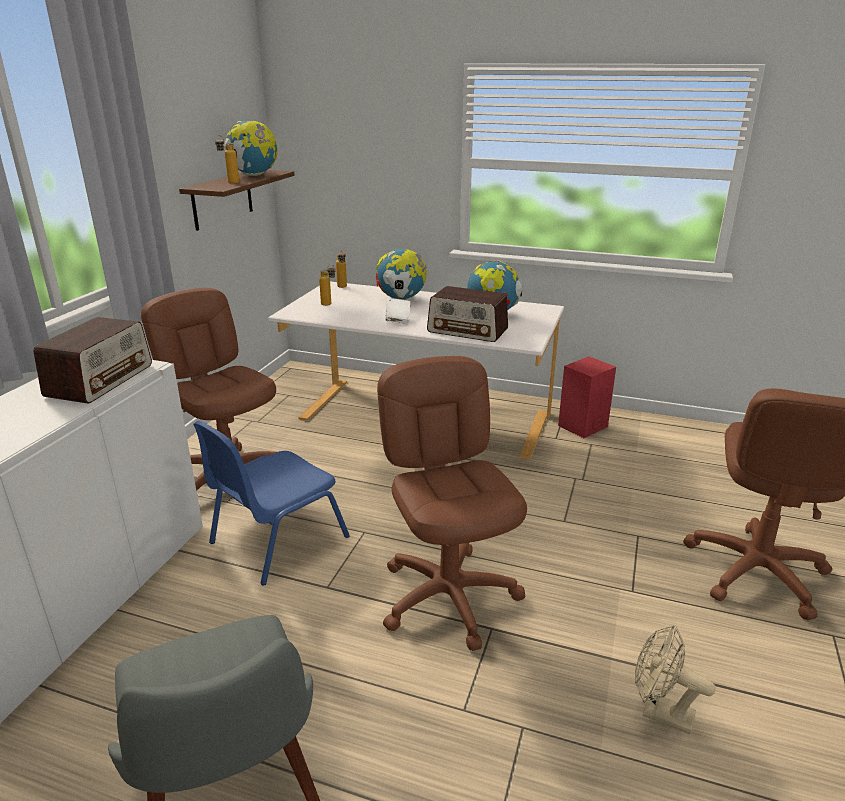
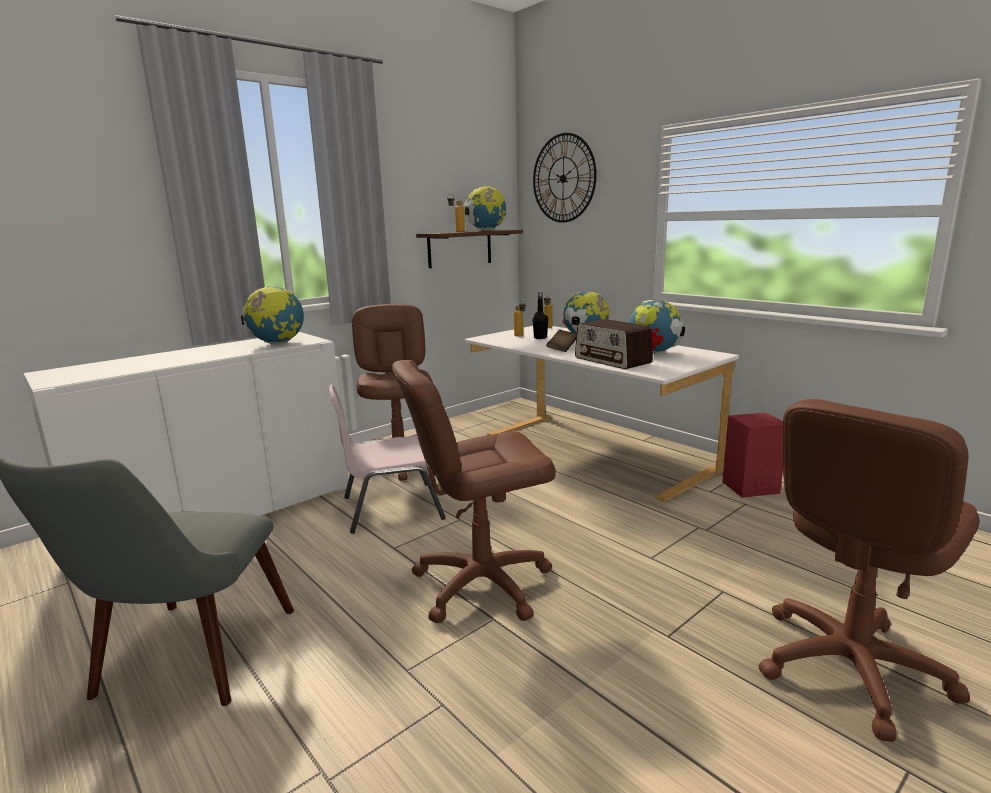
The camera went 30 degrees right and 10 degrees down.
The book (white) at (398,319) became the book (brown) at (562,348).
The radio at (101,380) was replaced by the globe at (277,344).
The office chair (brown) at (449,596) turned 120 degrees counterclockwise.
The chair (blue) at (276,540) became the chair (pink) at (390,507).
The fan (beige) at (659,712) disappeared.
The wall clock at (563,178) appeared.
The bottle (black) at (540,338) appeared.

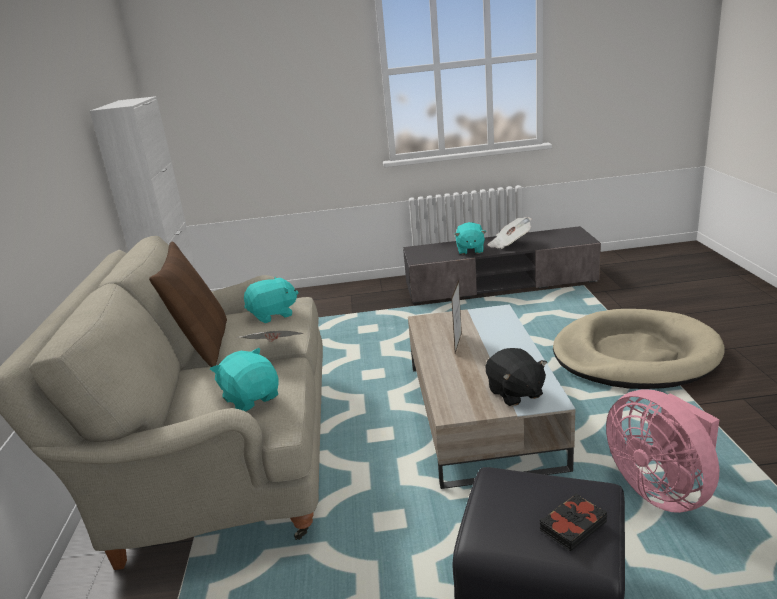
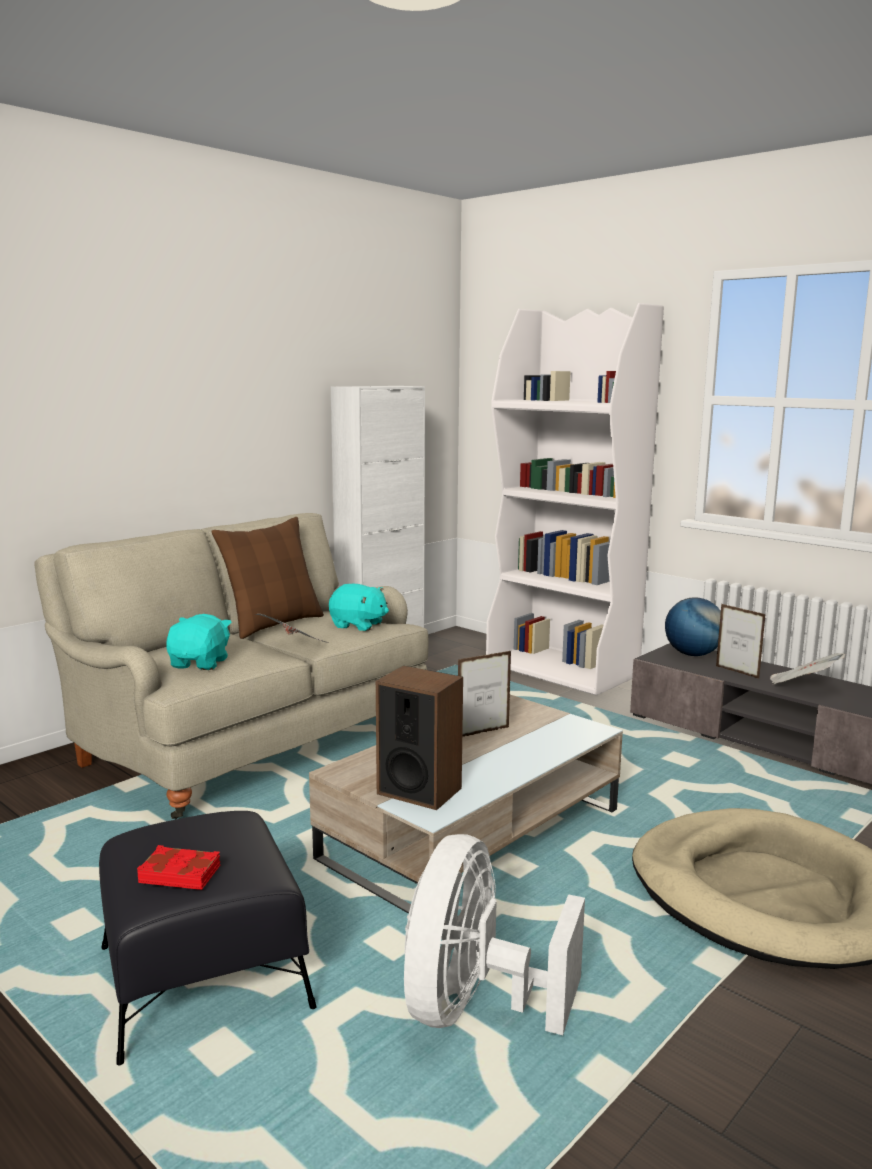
The camera went 45 degrees right and 10 degrees down.
The plush toy (turquoise) at (470,250) was replaced by the picture frame at (737,672).
The plush toy (black) at (515,393) was replaced by the speaker at (419,790).
The fan (pink) at (661,490) became the fan (white) at (475,1007).
The book (black) at (572,526) became the book (red) at (180,874).
The bookcase (white) at (563,669) appeared.
The globe at (692,654) appeared.

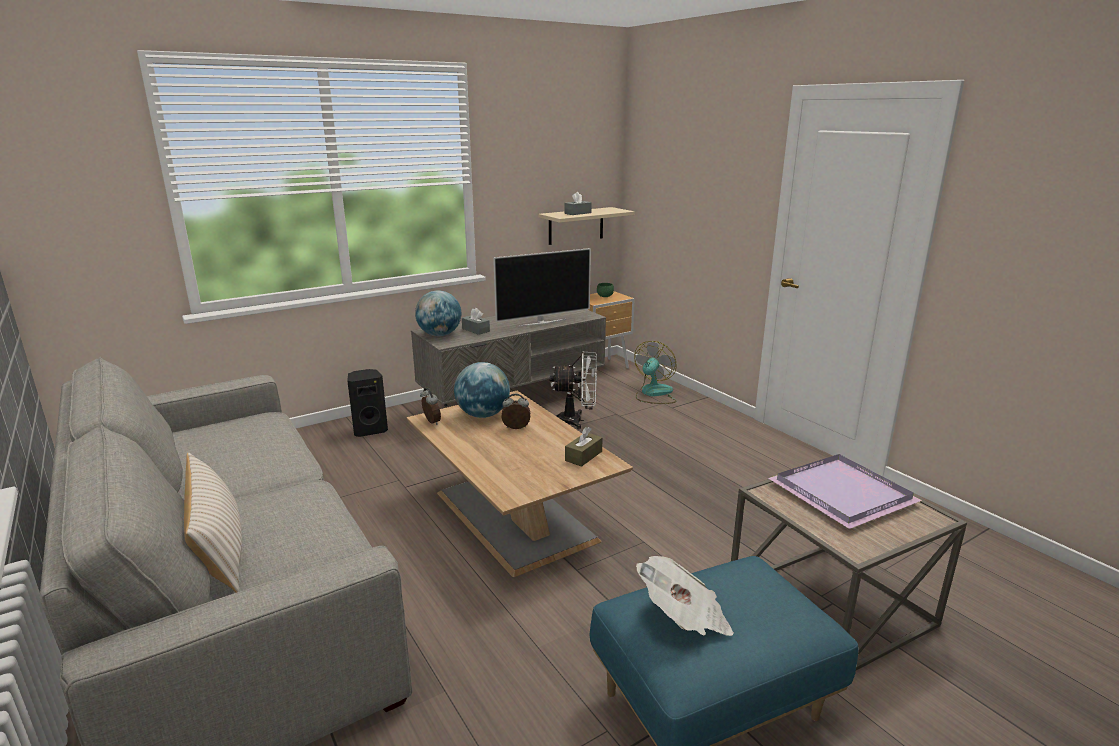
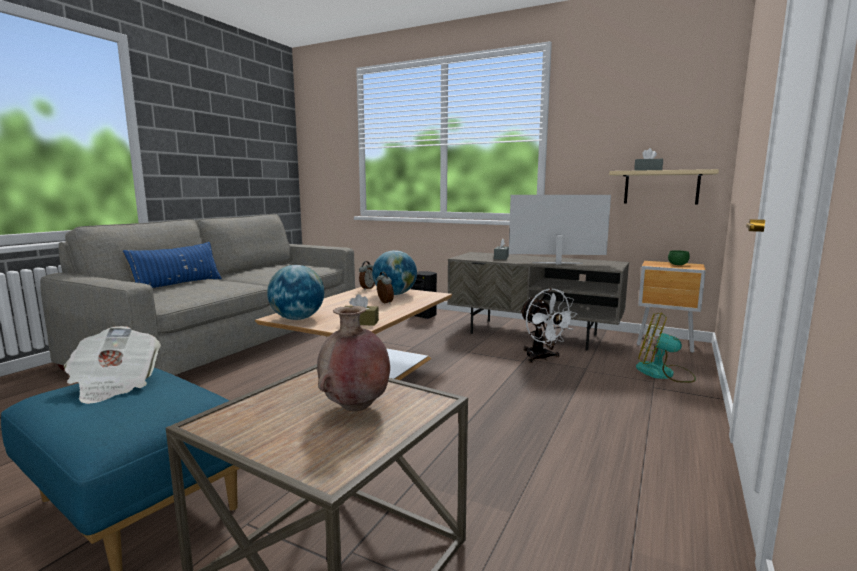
The camera went 60 degrees right and 10 degrees down.
The television at (542,322) turned 150 degrees clockwise.
The globe moved from (439,335) to (297,319).
The fan at (653,394) turned 150 degrees counterclockwise.
The pillow (beige) at (219,548) became the pillow (blue) at (178,285).
The tray (purple) at (845,493) was replaced by the vase (brown) at (355,407).

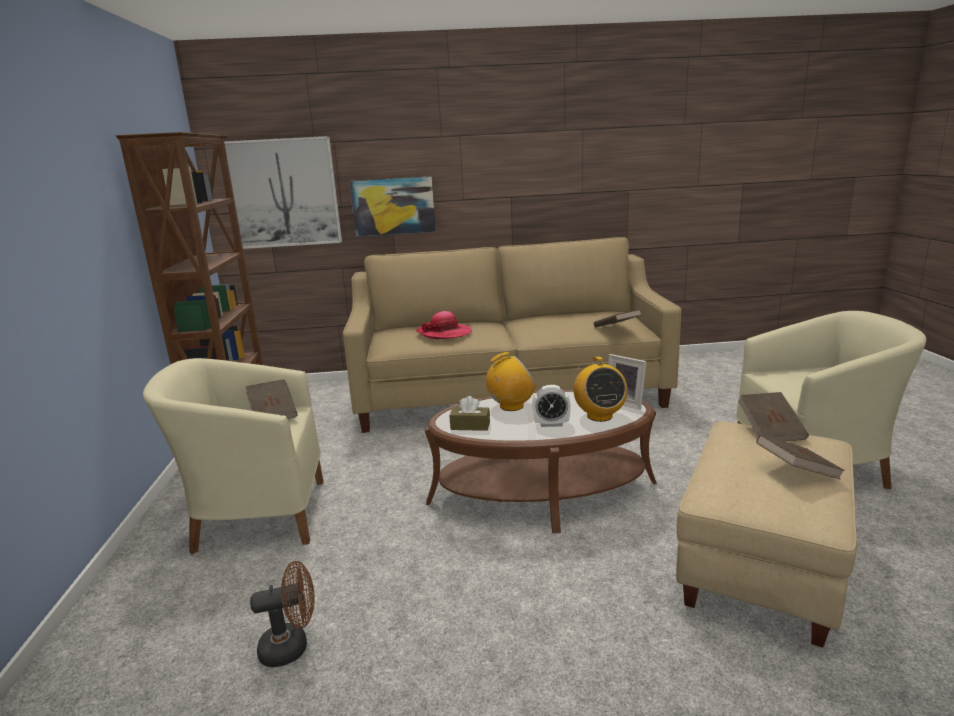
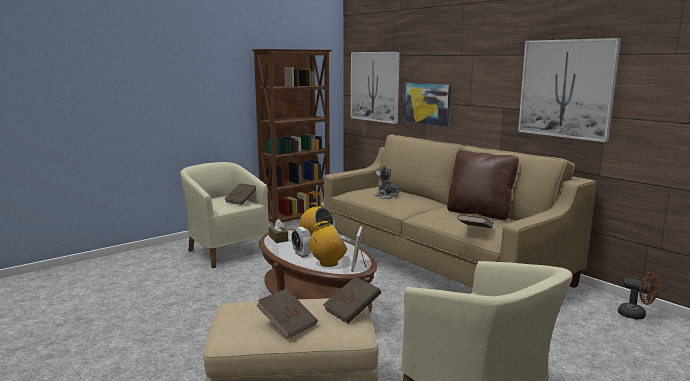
The camera went 55 degrees right and 5 degrees down.
The hat at (444,333) was replaced by the plush toy at (387,196).
The radio at (599,416) turned 150 degrees counterclockwise.
The fan (brown) moved from (292,646) to (636,315).
The picture at (566,89) appeared.
The pillow (brown) at (479,213) appeared.

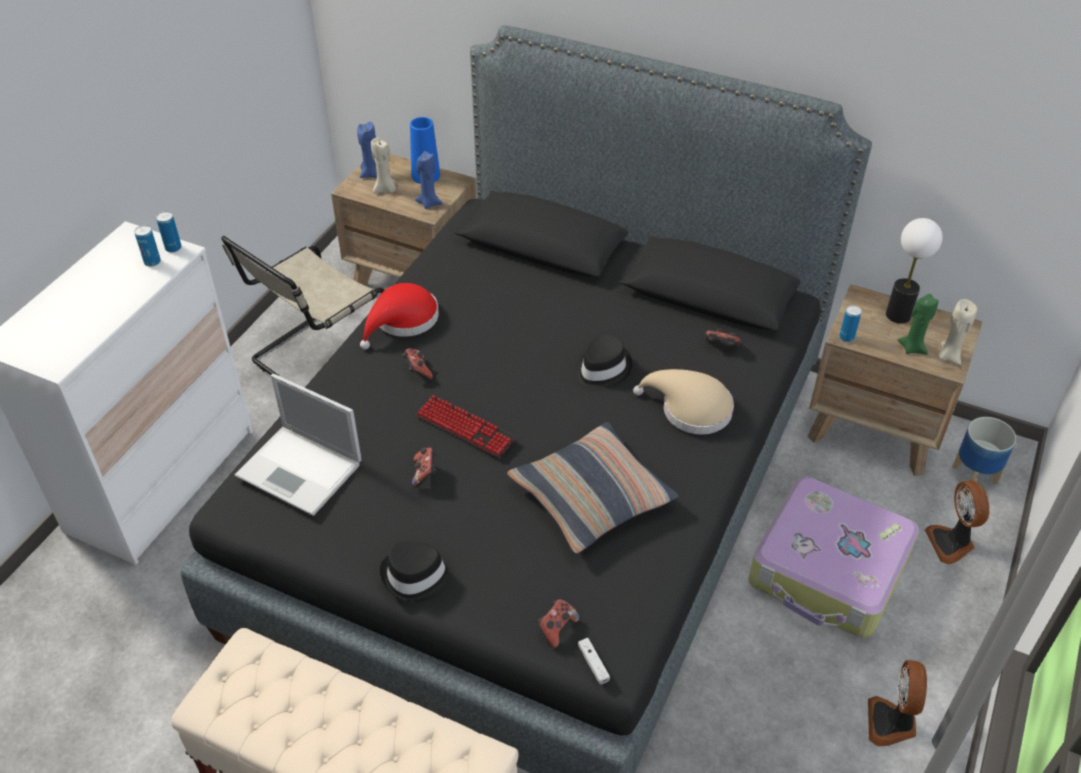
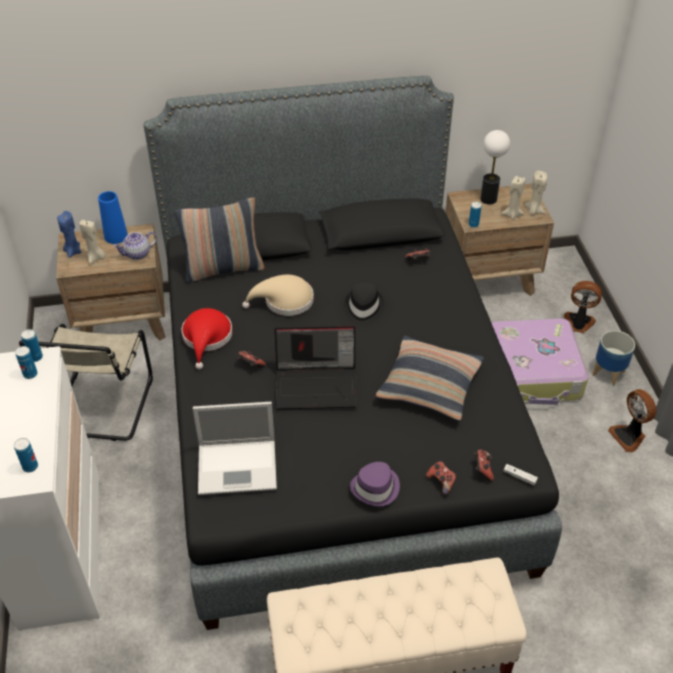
The camera went 35 degrees left and 0 degrees up.
The candle (blue) at (429,203) was replaced by the teapot at (137,254).
The candle (green) at (912,348) became the candle (beige) at (512,214).
The hat (beige) moved from (690,409) to (284,301).
The keyboard at (465,427) was replaced by the laptop at (317,384).
The planter moved from (974,474) to (607,373).
The game controller moved from (425,473) to (441,482).
The fan at (951,543) turned 150 degrees clockwise.
The hat (black) at (417,577) became the hat (purple) at (376,488).
The pillow at (223,268) appeared.
The can at (30,467) appeared.

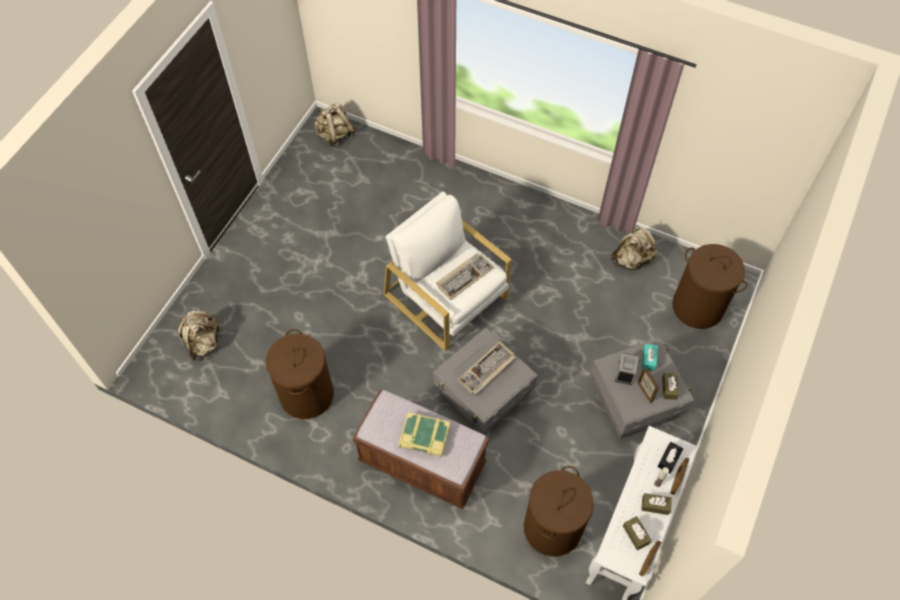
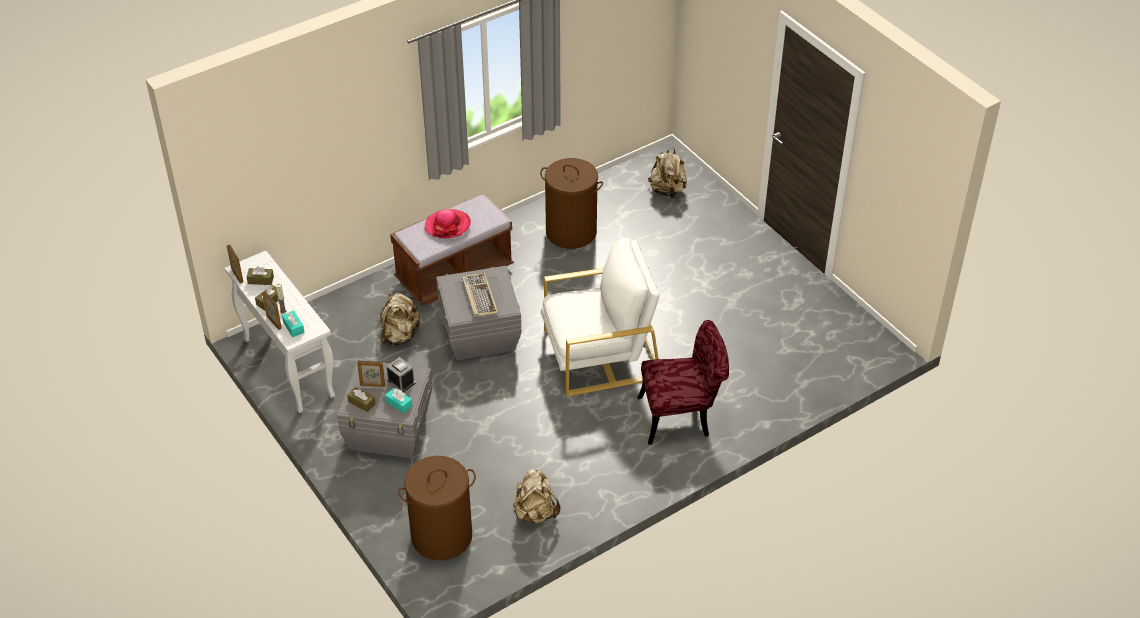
The camera went 120 degrees right and 15 degrees down.
The backpack (beige) moved from (335,135) to (400,335).
The keyboard at (464,276) disappeared.
The book at (424,437) was replaced by the hat at (447,225).
The tissue box (black) at (669,459) became the tissue box (turquoise) at (293,327).
The laundry basket (brown) at (552,527) disappeared.
The chair (red) at (682,416) appeared.

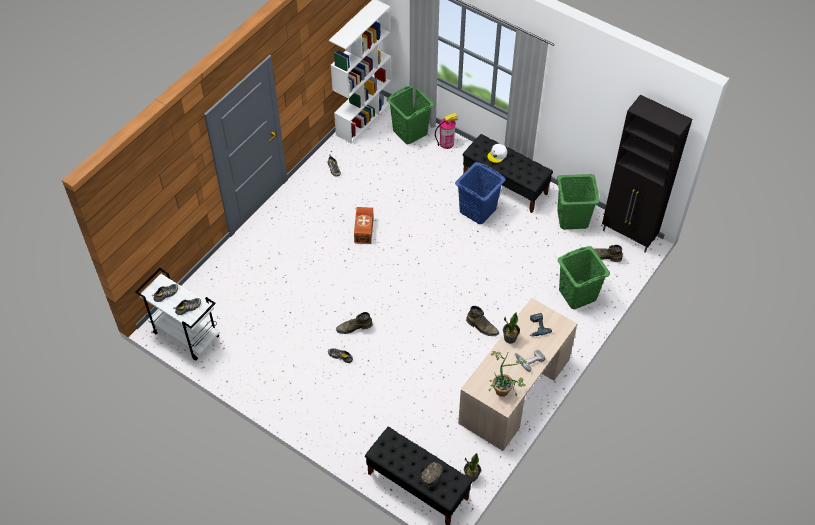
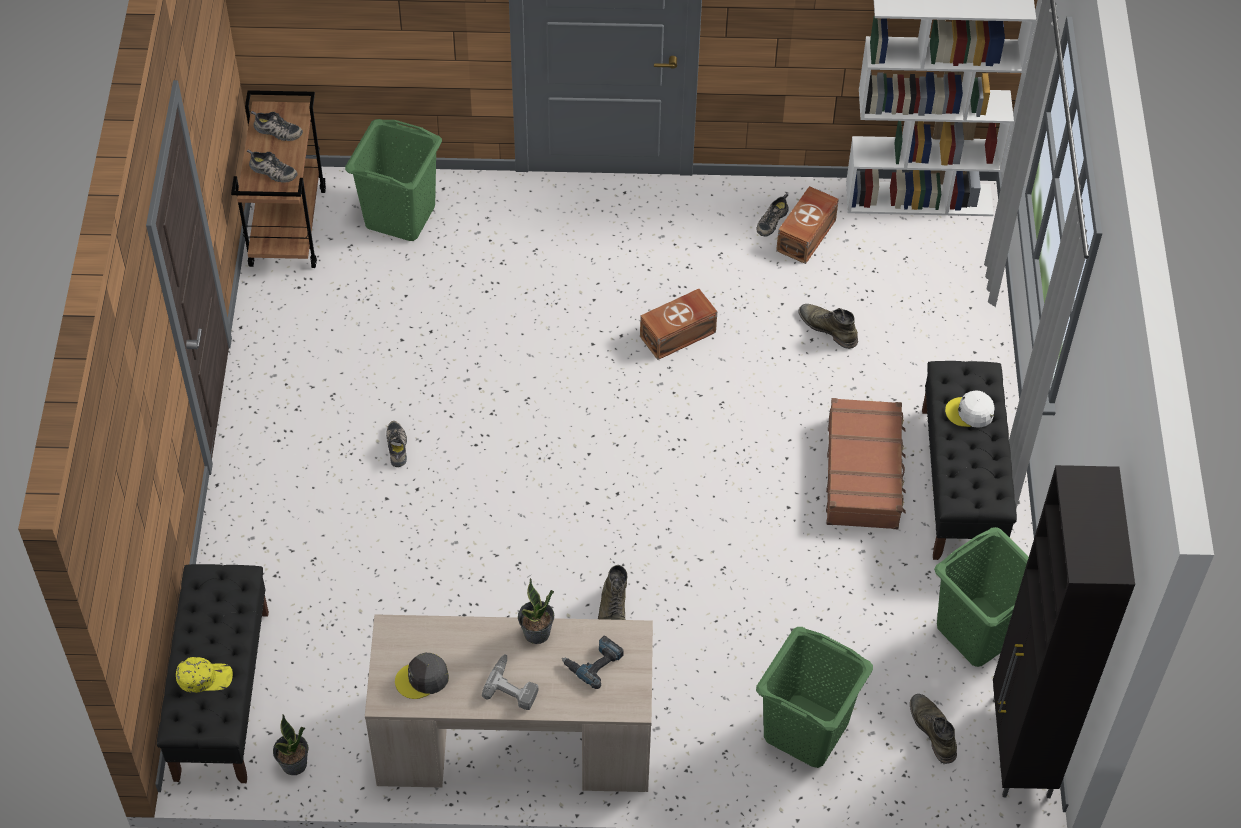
The camera went 55 degrees right and 0 degrees up.
The laundry basket (green) moved from (410,132) to (401,216).
The fire extinguisher at (446,143) disappeared.
The laundry basket (blue) at (477,210) was replaced by the suitcase (brown) at (864,472).
The cart (white) at (185,335) became the cart (brown) at (287,226).
The boot (green) moved from (354,327) to (828,328).
The potted plant at (504,388) was replaced by the cap (grey) at (422,679).
The cap (green) at (431,475) became the cap (yellow) at (205,677).
The storage box (brown) at (807,235) appeared.

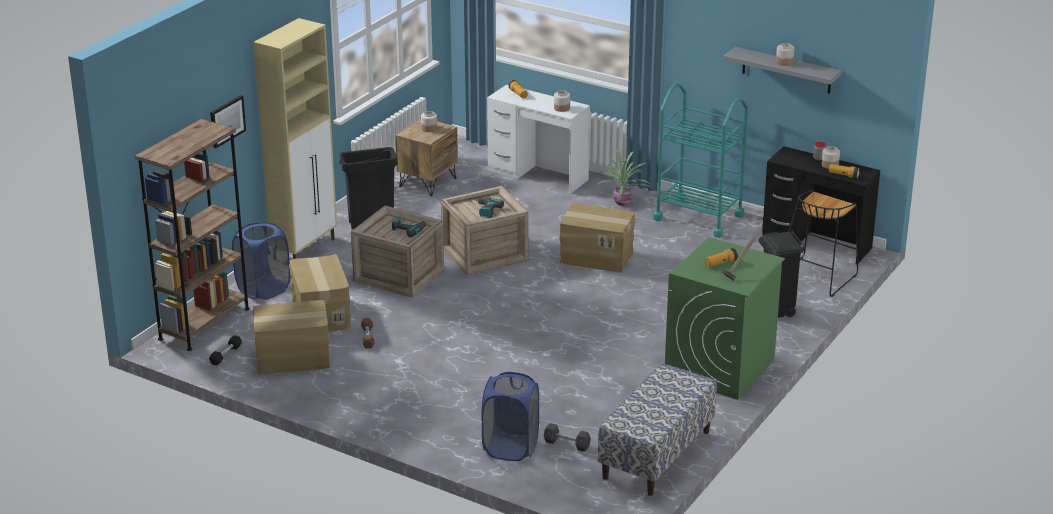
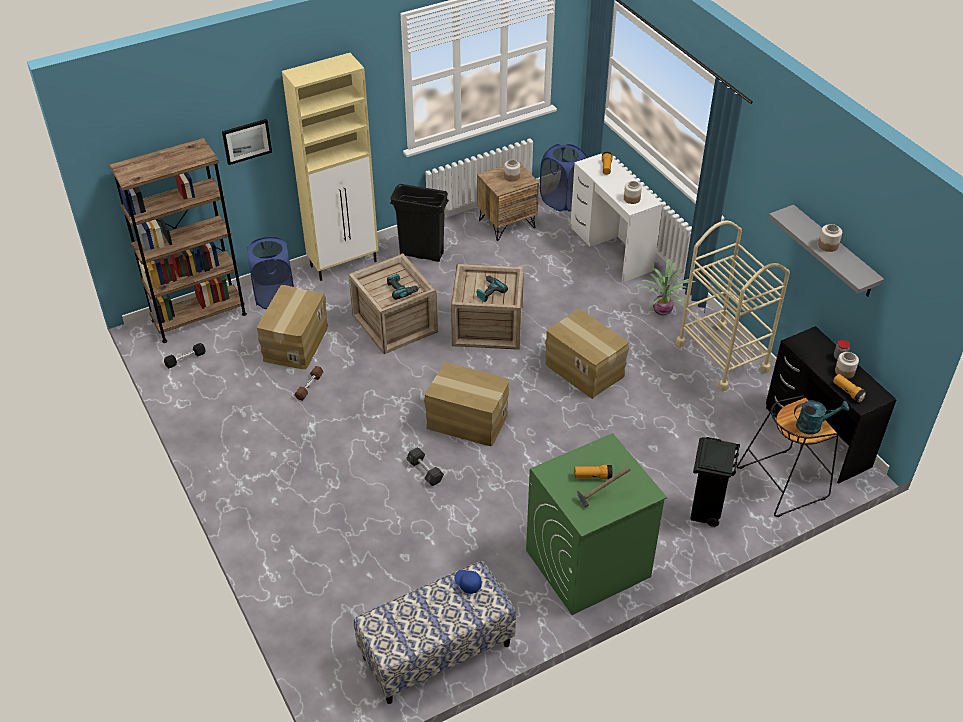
The camera went 30 degrees right and 15 degrees up.
The cart (turquoise) at (698,217) became the cart (beige) at (722,357).
The cardboard box moved from (292,358) to (467,421).
The laundry basket (blue) moved from (510,448) to (562,201).
The dumbbell (grey) moved from (567,444) to (425,471).
The watering can (turquoise) at (813,425) appeared.
The cap (blue) at (467,583) appeared.

